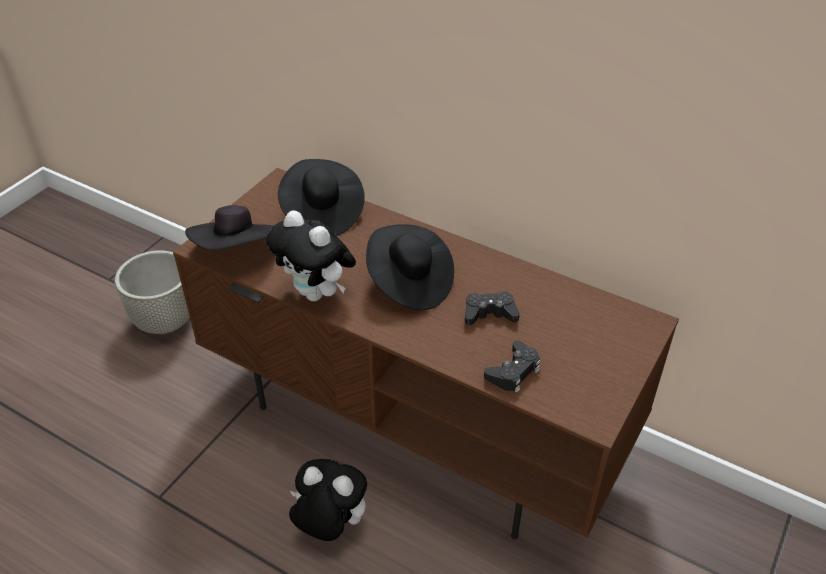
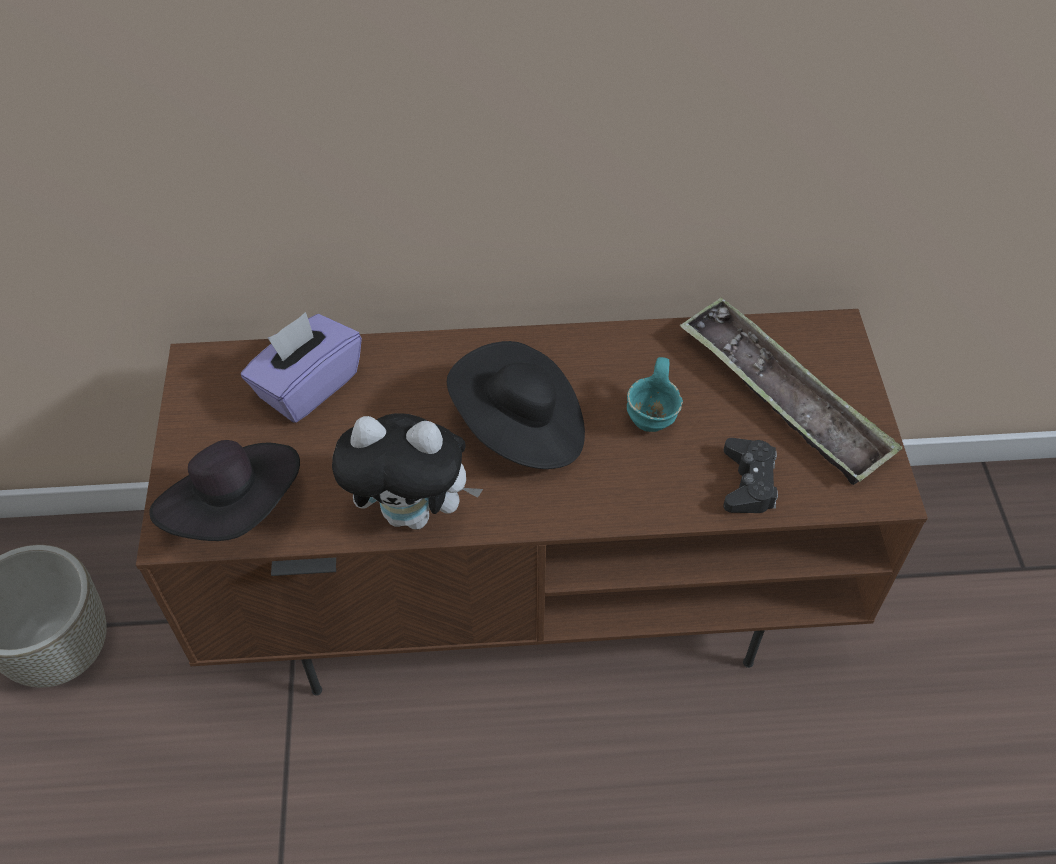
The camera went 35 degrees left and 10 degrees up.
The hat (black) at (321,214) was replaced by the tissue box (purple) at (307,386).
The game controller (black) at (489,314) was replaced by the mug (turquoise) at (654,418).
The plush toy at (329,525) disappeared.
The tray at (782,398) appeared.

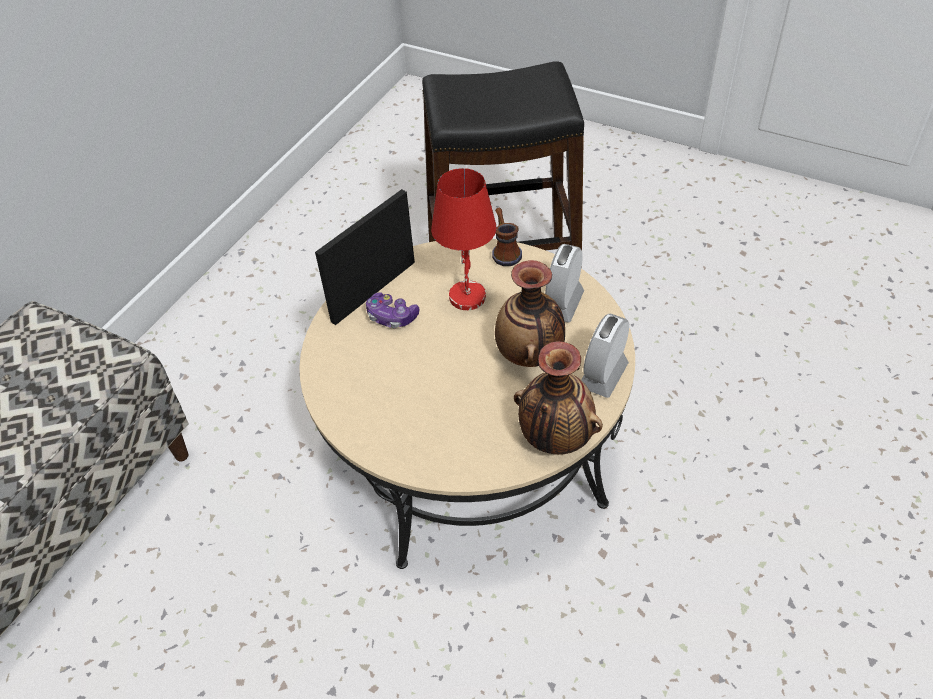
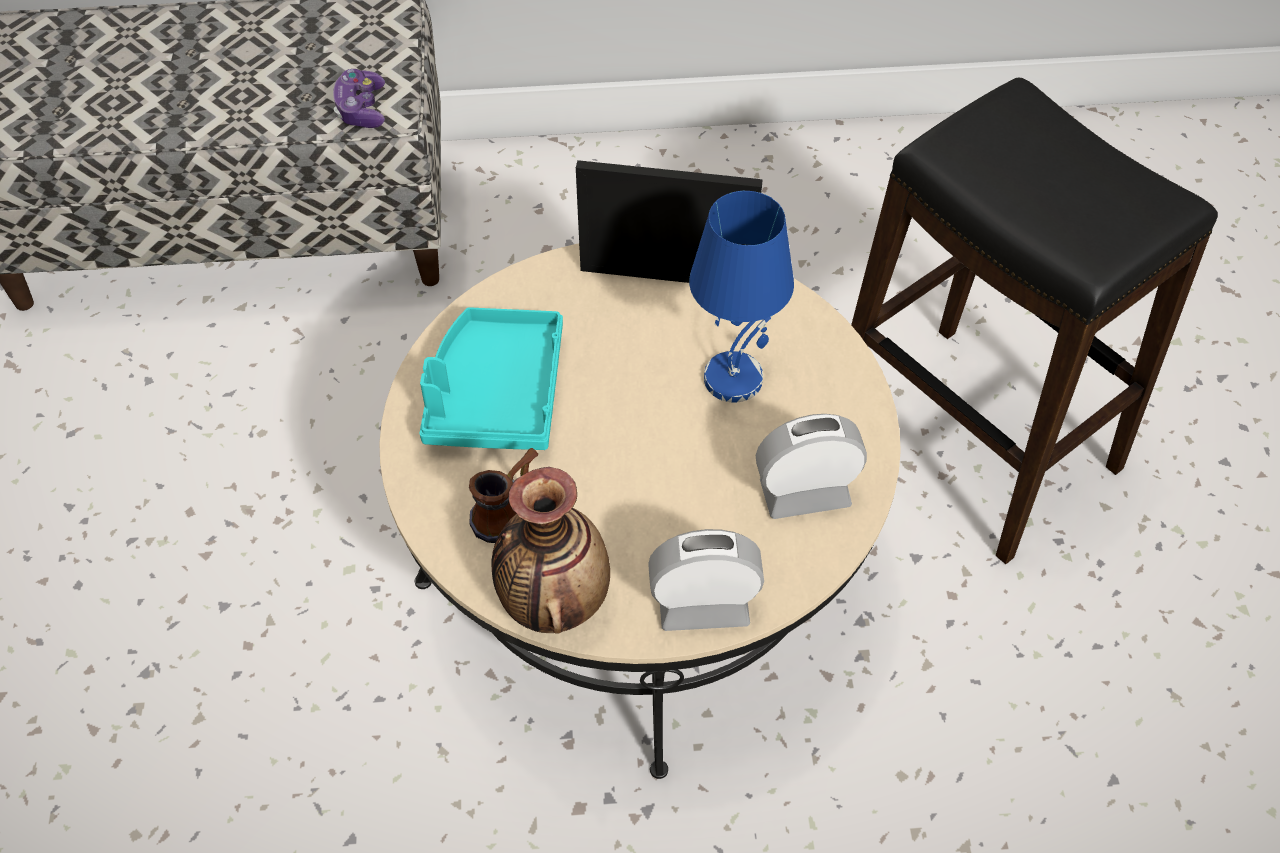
The camera went 55 degrees right and 5 degrees up.
The table lamp (red) at (467,296) became the table lamp (blue) at (734,377).
The mug moved from (504,251) to (508,512).
The vase at (530,355) disappeared.
The game controller moved from (391,317) to (361,109).
The tray (turquoise) at (495,394) appeared.

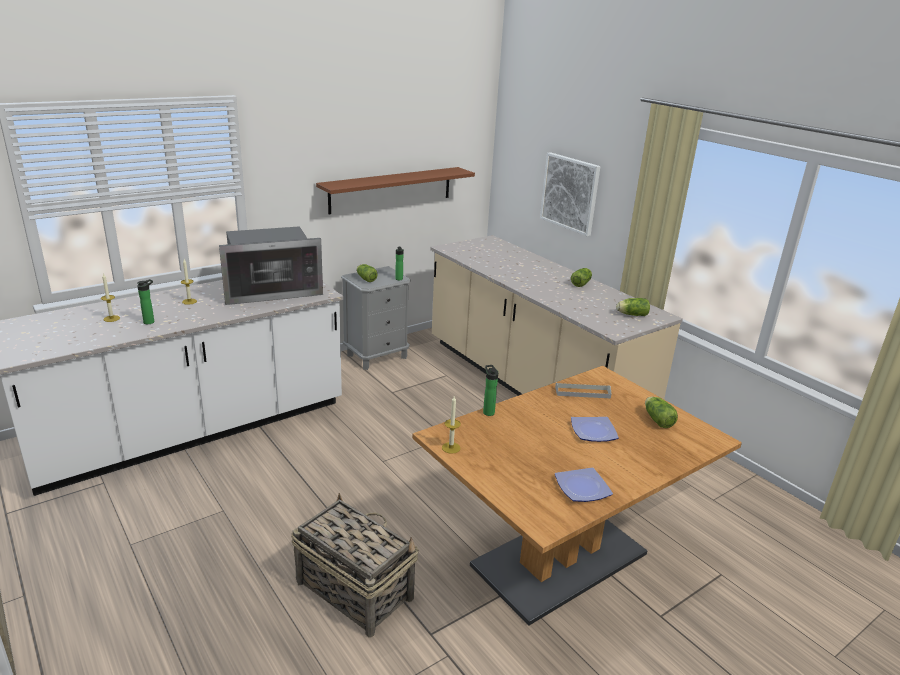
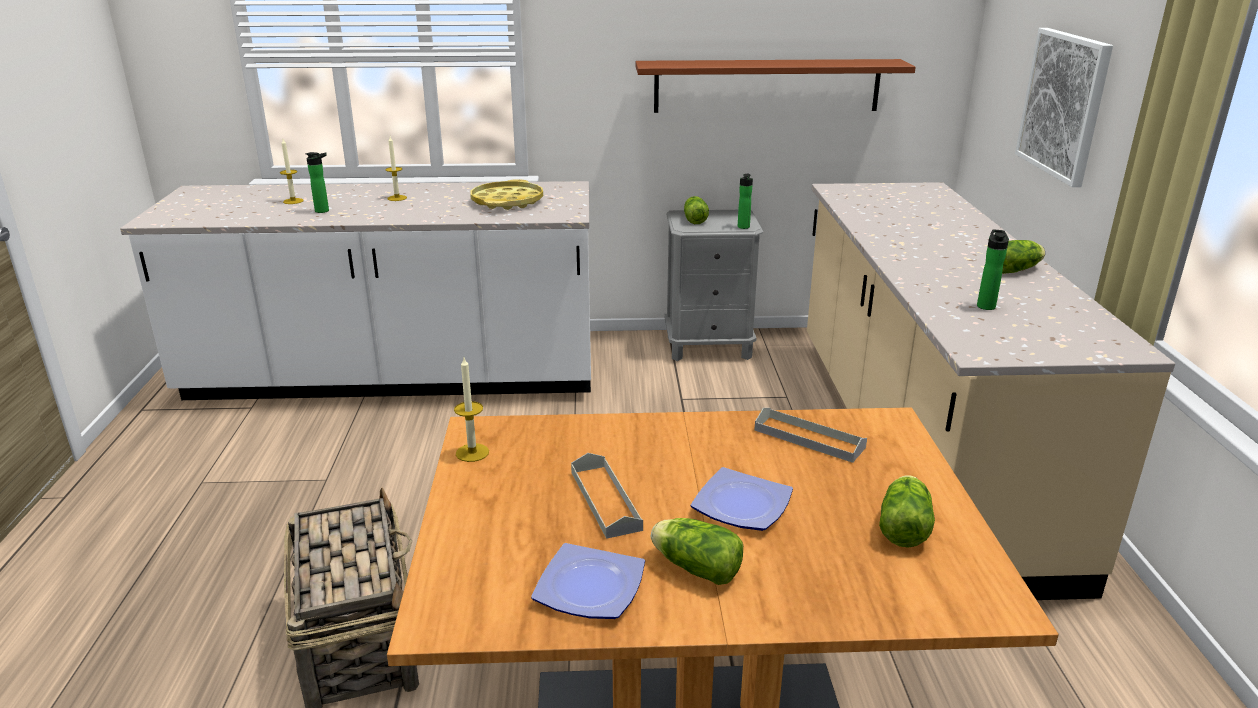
The camera went 35 degrees right and 0 degrees up.
The microwave at (271,290) was replaced by the tray (yellow) at (507,201).
The lettuce moved from (631,314) to (694,567).
The bottle moved from (488,412) to (985,305).
The tray (grey) at (605,500) appeared.

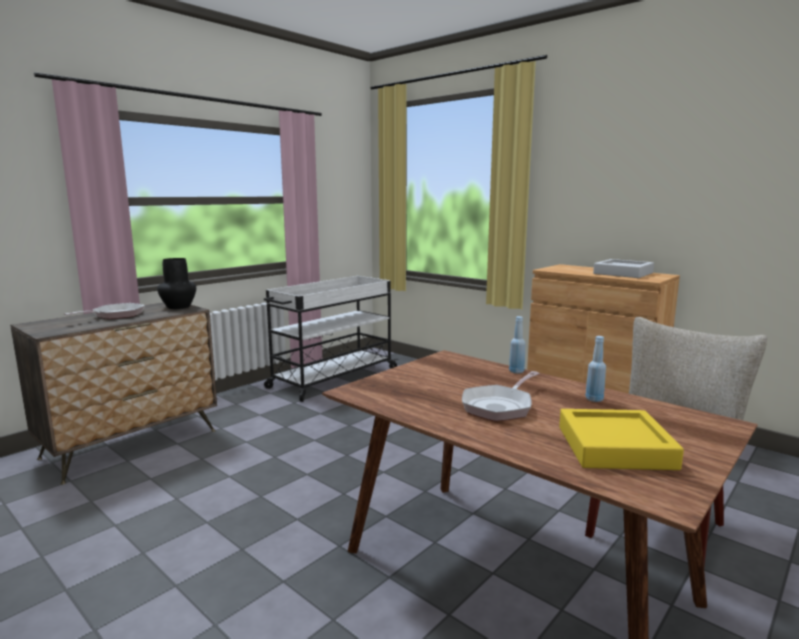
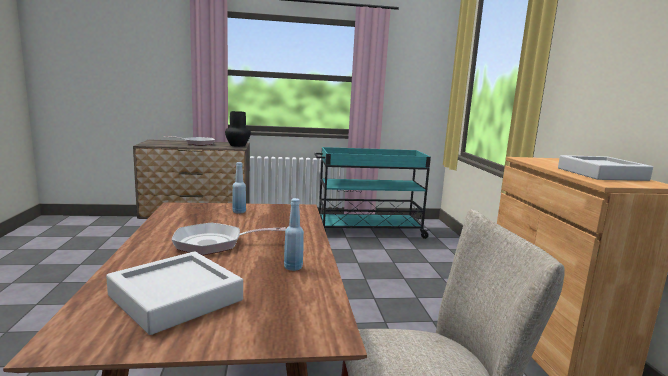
The camera went 40 degrees right and 0 degrees up.
The cart (white) at (332,378) became the cart (turquoise) at (367,230).
The bottle (blue) moved from (516,371) to (239,212).
The tray (yellow) at (615,447) became the tray (grey) at (176,298).

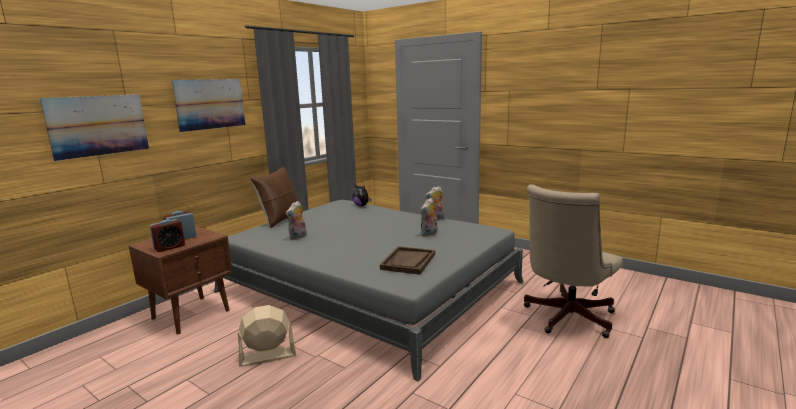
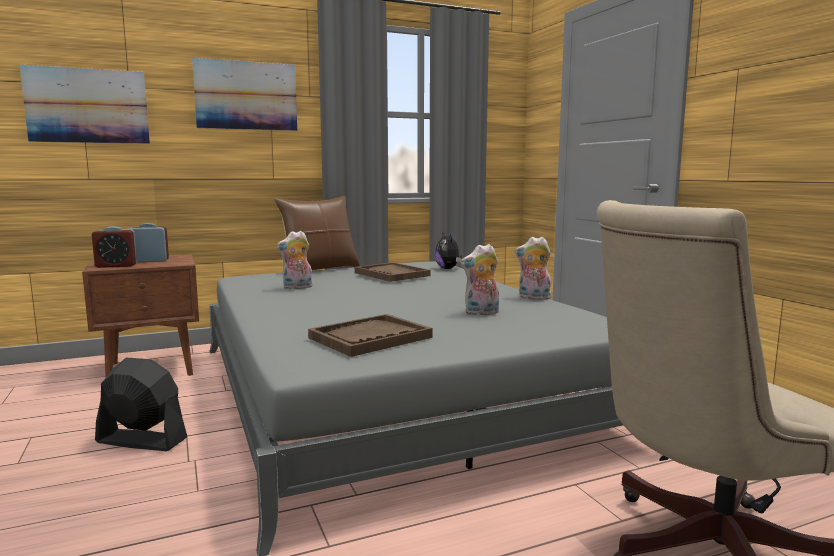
The camera went 30 degrees right and 5 degrees down.
The fan (beige) at (267,356) became the fan (black) at (141,440).
The tray (brown) at (392,274) appeared.

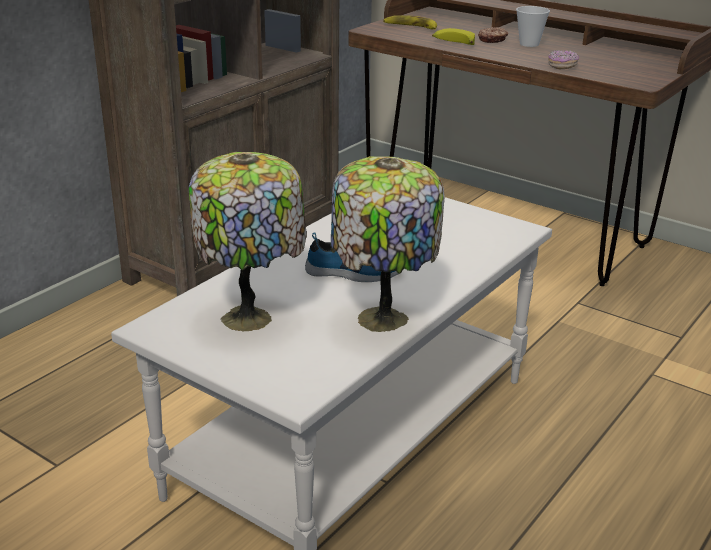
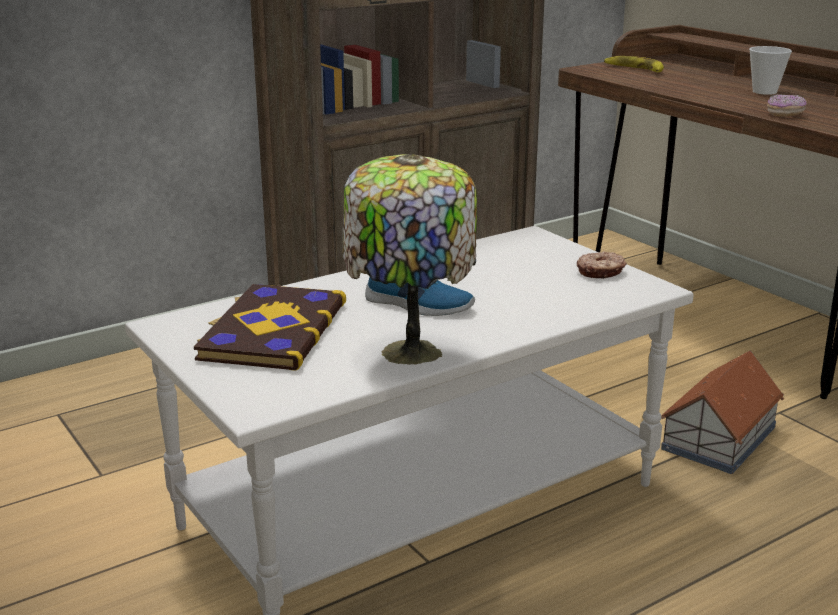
The camera went 20 degrees right and 5 degrees down.
The donut moved from (493,40) to (601,272).
The banana at (453,43) disappeared.
The table lamp at (251,318) was replaced by the book at (271,331).
The toy house at (717,438) appeared.

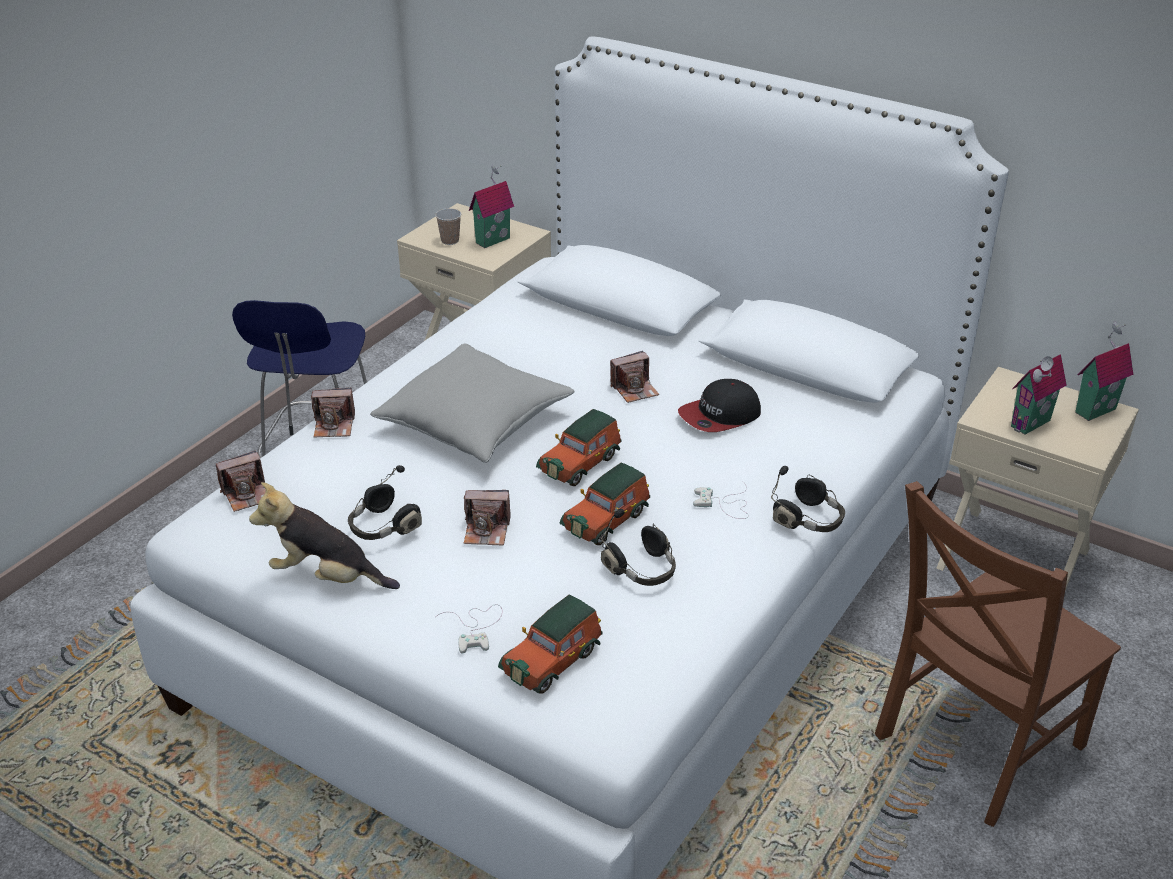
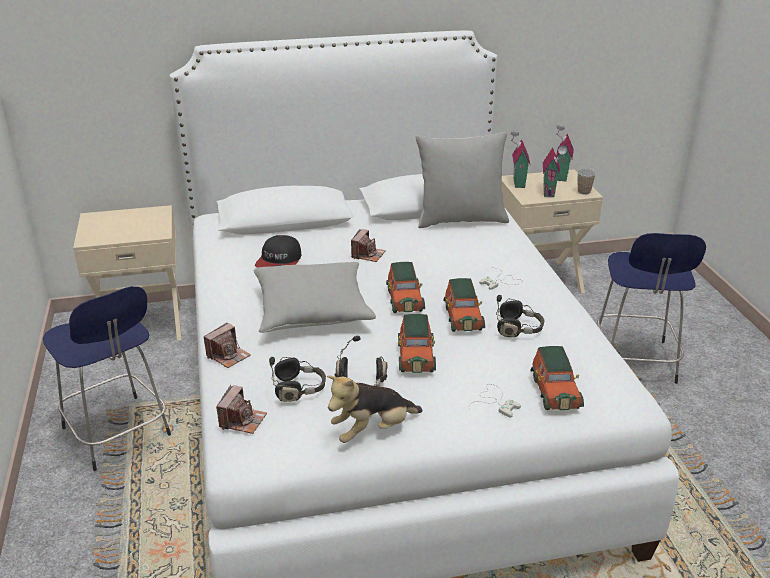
The camera went 45 degrees left and 5 degrees down.
The toy house moved from (491,239) to (517,183).
The cup moved from (450,241) to (584,192).
The cap moved from (720,416) to (279,261).
The headphones (black) moved from (809,520) to (299,389).
The chair (brown) at (973,745) was replaced by the stool (blue) at (634,362).
The photo camera at (487,530) was replaced by the toy car at (416,356).
The pillow (grey) at (460,220) appeared.

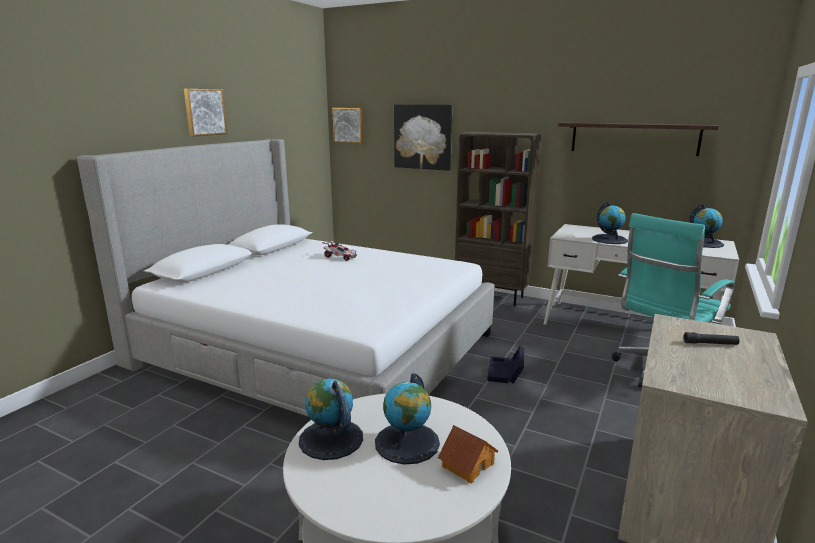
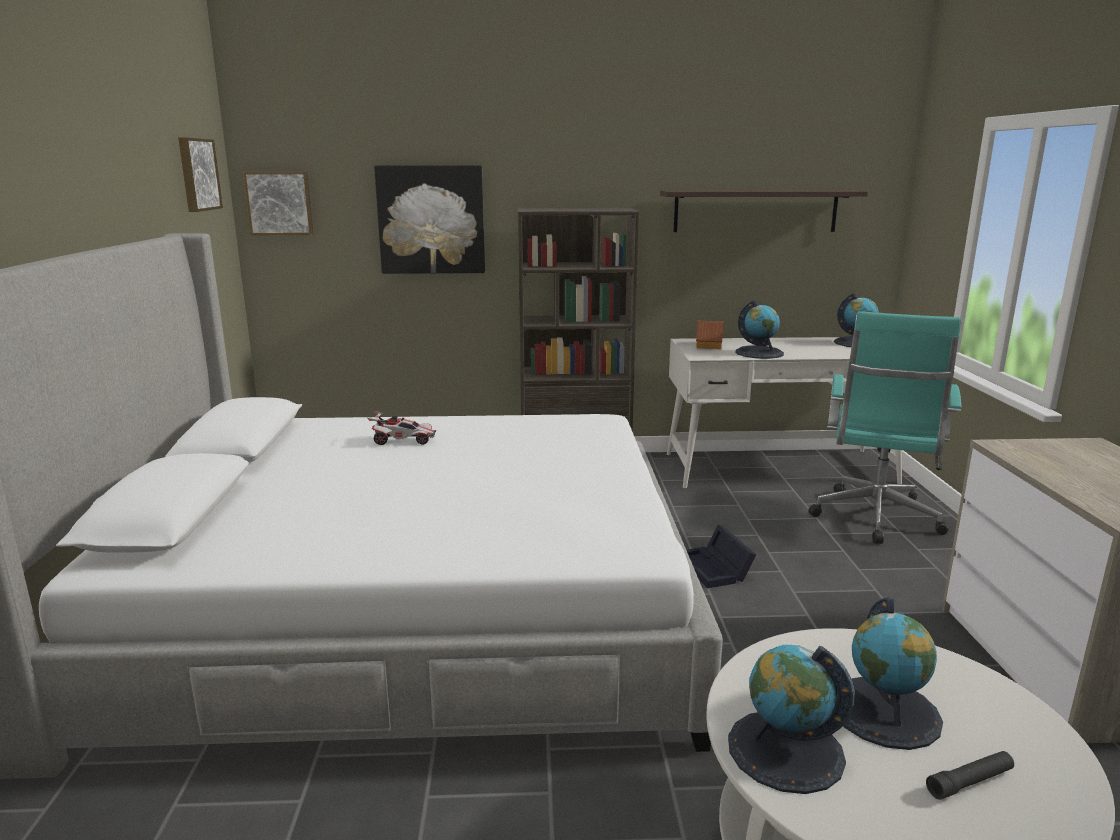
The camera went 30 degrees left and 0 degrees up.
The picture moved from (204,112) to (197,174).
The flashlight (black) moved from (710,343) to (970,782).
The toy house moved from (467,464) to (708,345).

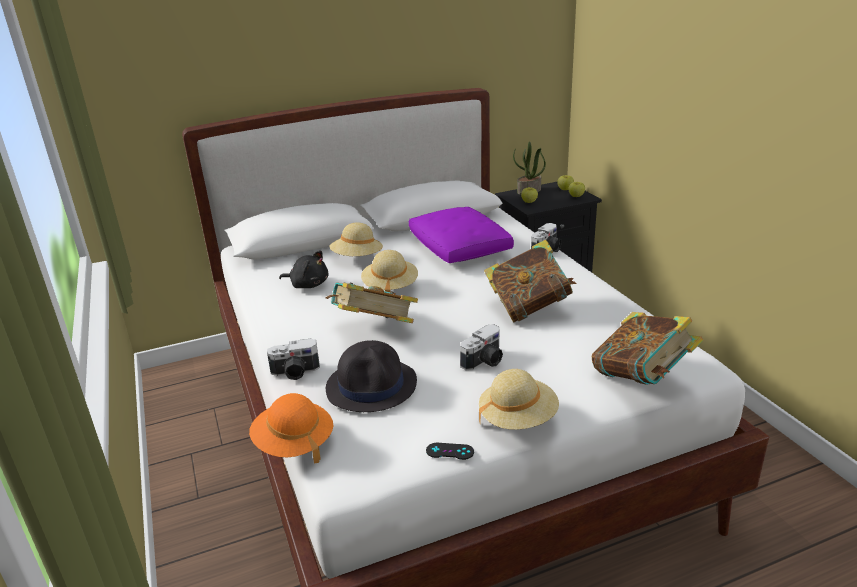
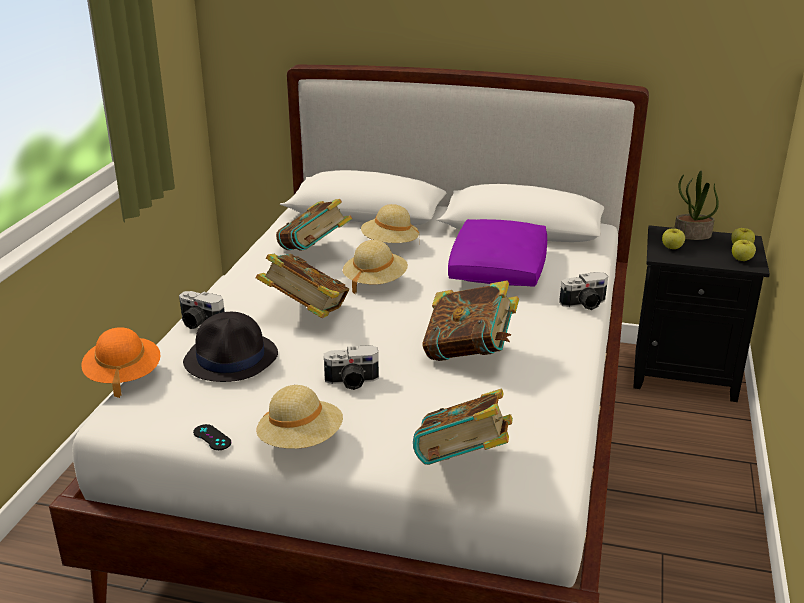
The camera went 35 degrees right and 0 degrees up.
The plush toy (black) at (308,284) was replaced by the book at (314,253).

